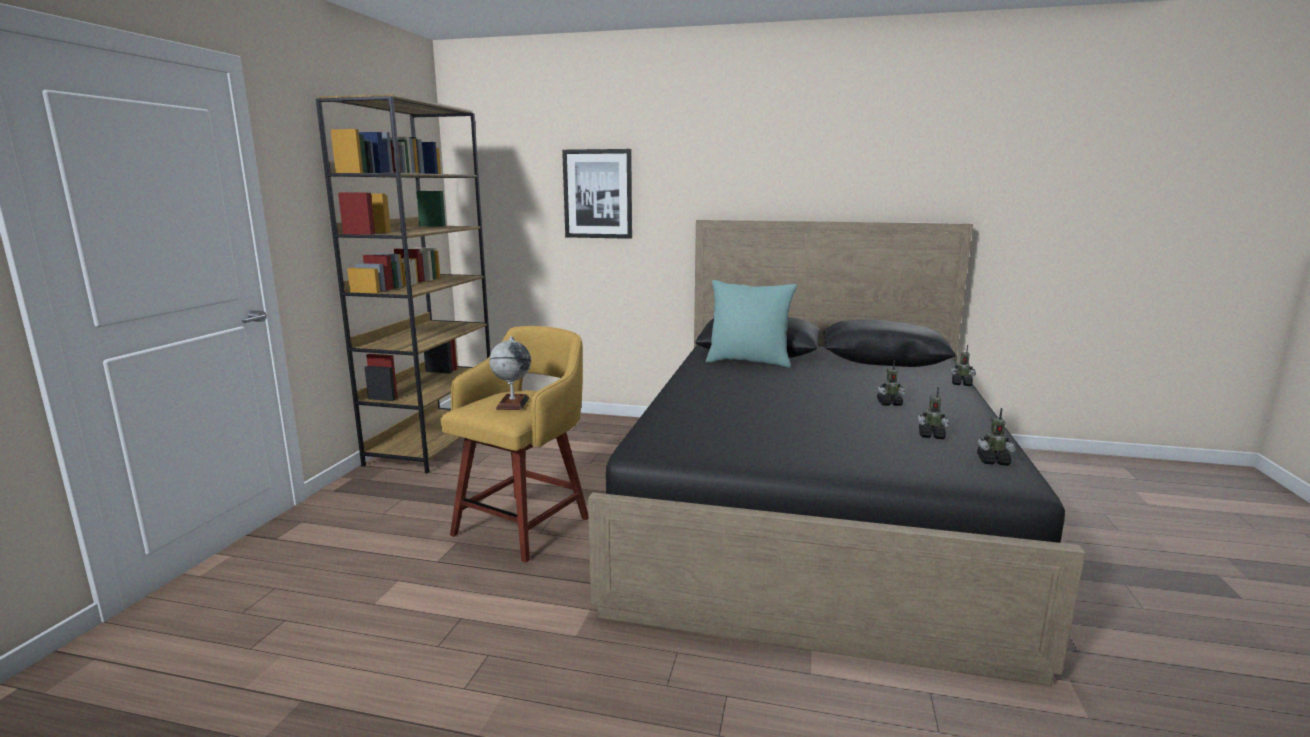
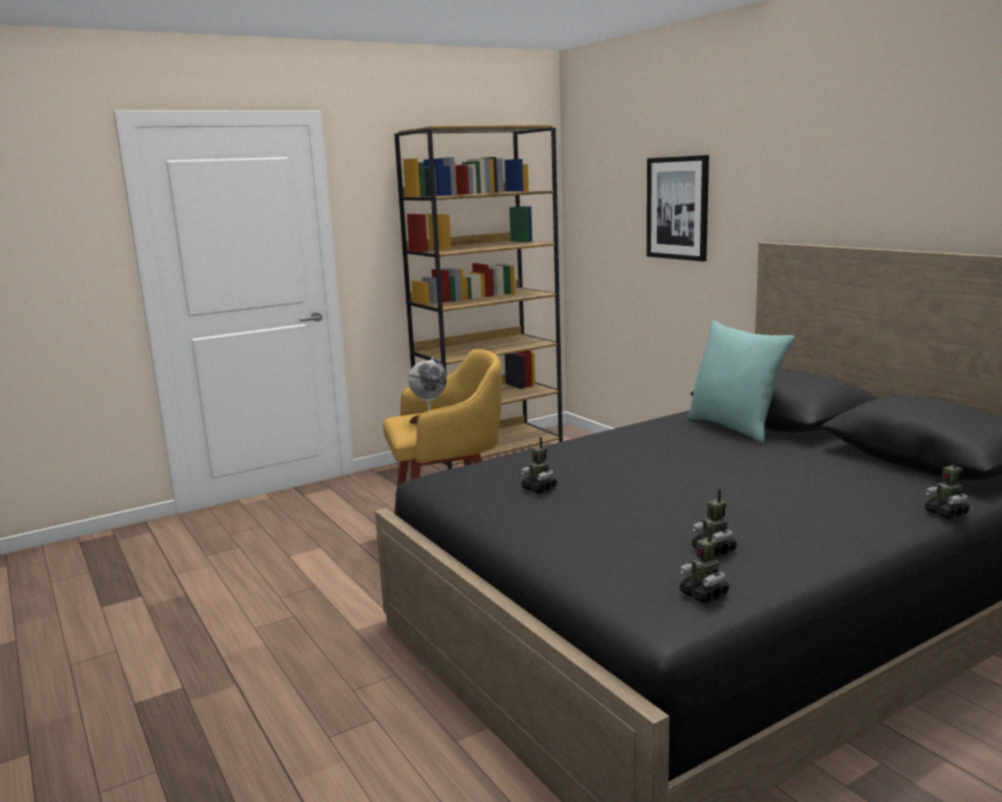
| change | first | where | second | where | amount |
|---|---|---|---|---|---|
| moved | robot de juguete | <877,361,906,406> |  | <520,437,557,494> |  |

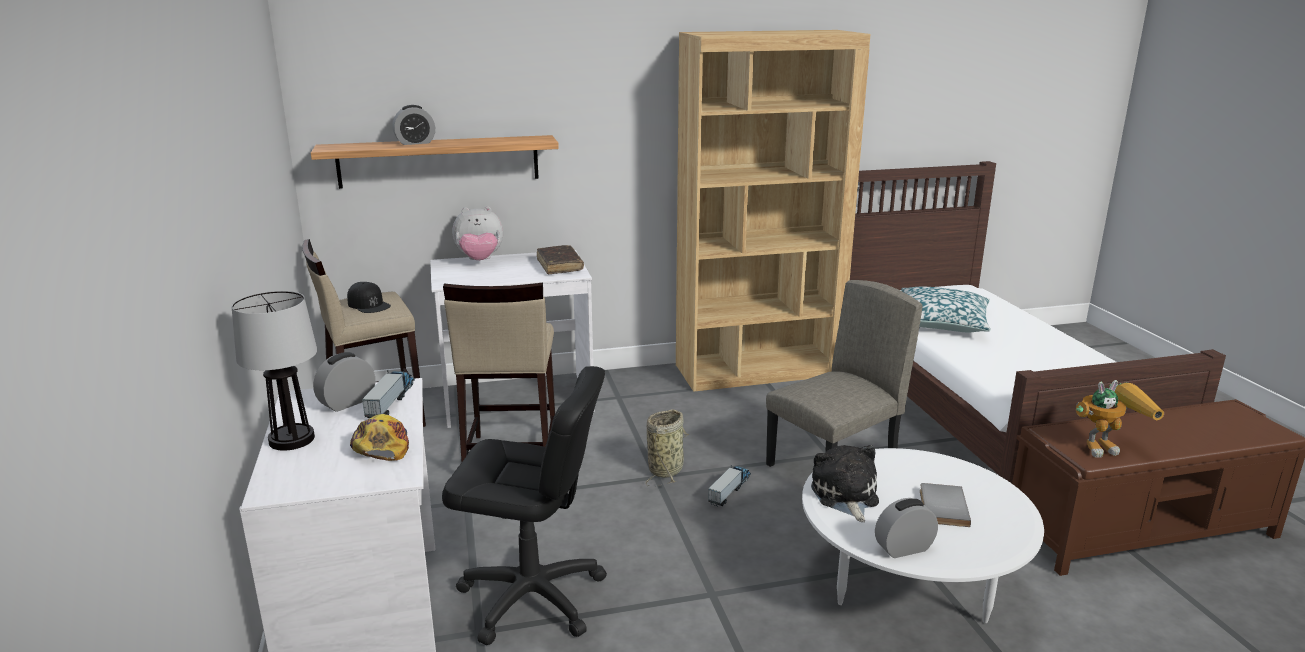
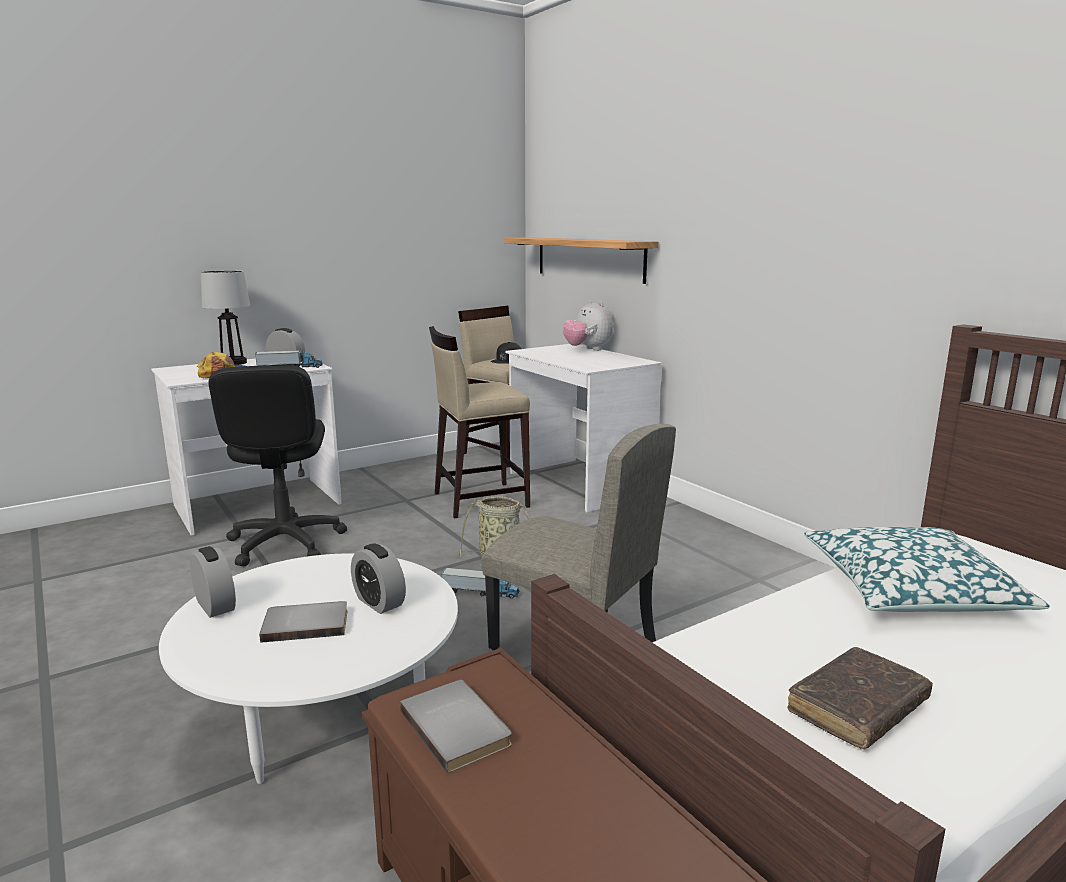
| change | first | where | second | where | amount |
|---|---|---|---|---|---|
| moved | despertador | <392,105,435,145> |  | <351,543,406,614> |  |
| replaced | robot de juguete | <1076,380,1164,458> | libro (gris) | <400,680,512,774> |  |
| moved | libro (marrón) | <537,245,584,275> |  | <788,647,933,749> |  |
| removed | estantería (marrón) | <676,30,870,392> |  |  |  |
| removed | peluche | <811,445,879,522> |  |  |  |

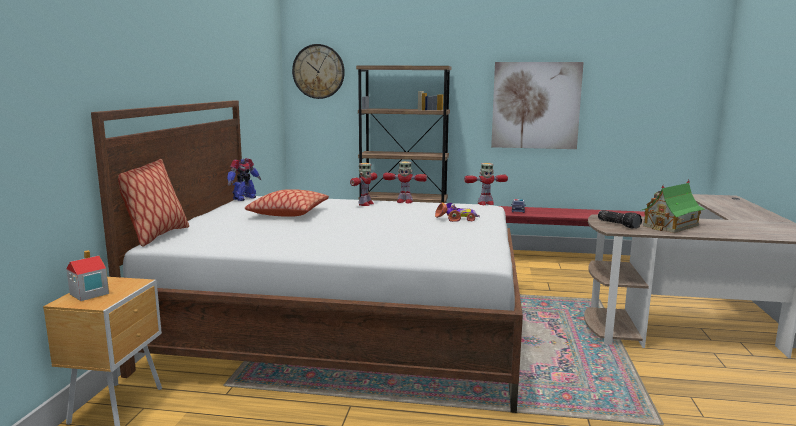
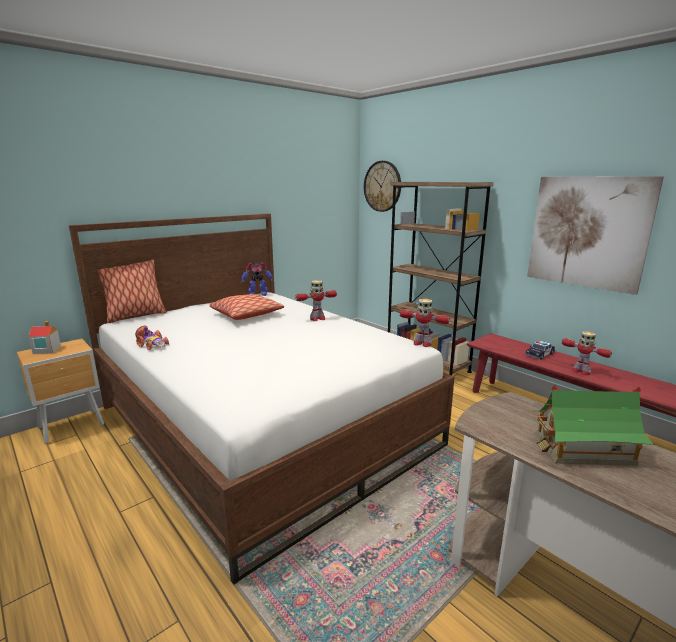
| change | first | where | second | where | amount |
|---|---|---|---|---|---|
| moved | coche de juguete | <435,203,480,222> |  | <135,325,169,351> |  |
| moved | robot de juguete | <383,161,427,203> |  | <562,331,612,376> |  |
| removed | linterna | <598,210,642,229> |  |  |  |

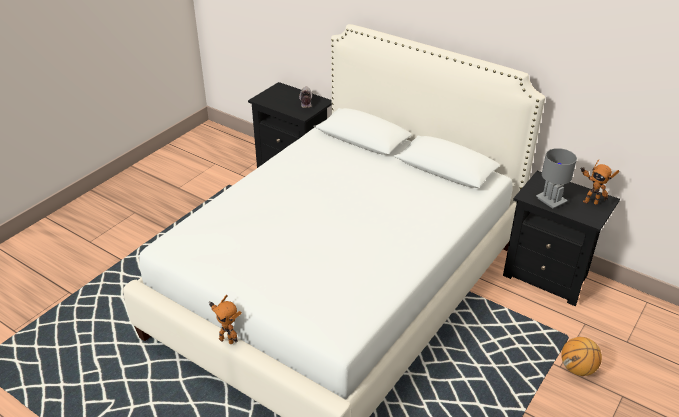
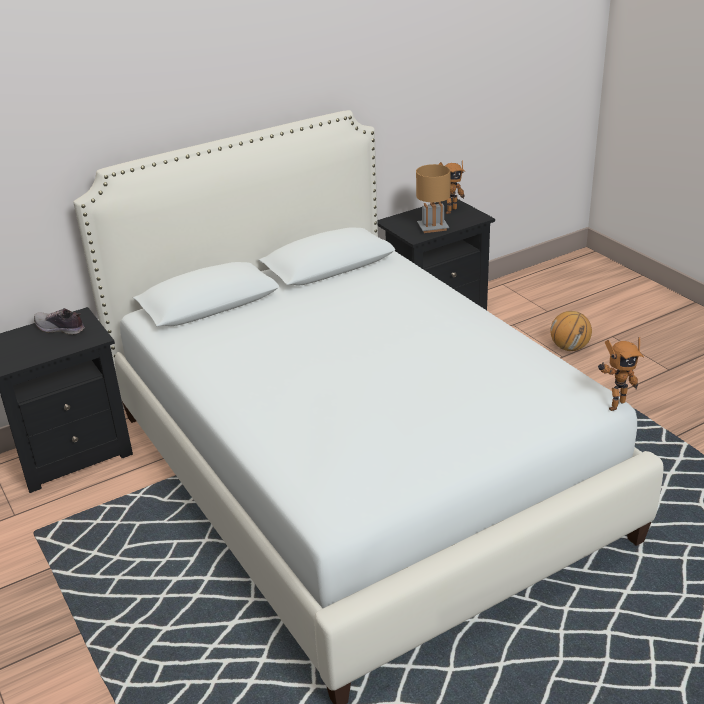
| change | first | where | second | where | amount |
|---|---|---|---|---|---|
| recoloured | lámpara de mesa (gris) | <536,148,577,208> | lámpara de mesa (marrón) | <416,164,451,233> |  |
| moved | robot de juguete | <208,295,242,344> |  | <598,337,644,411> |  |

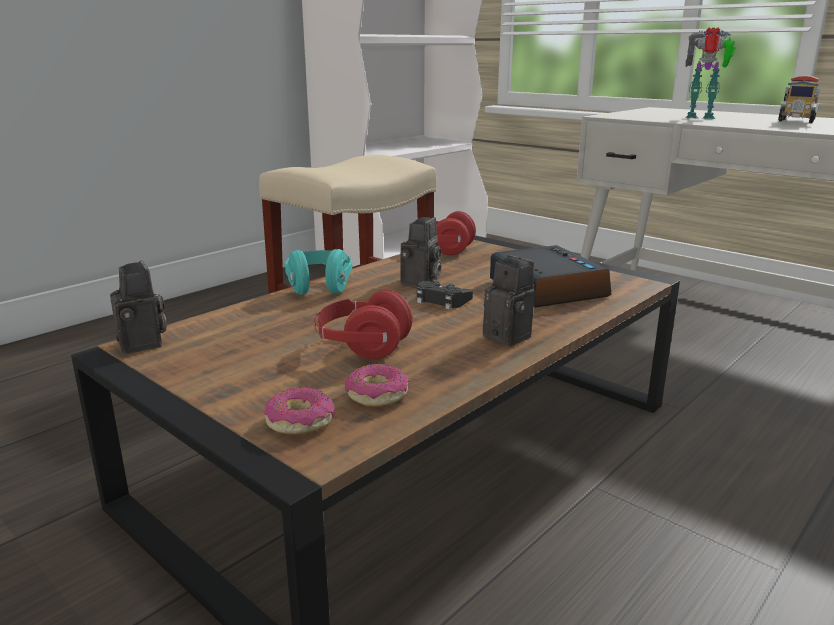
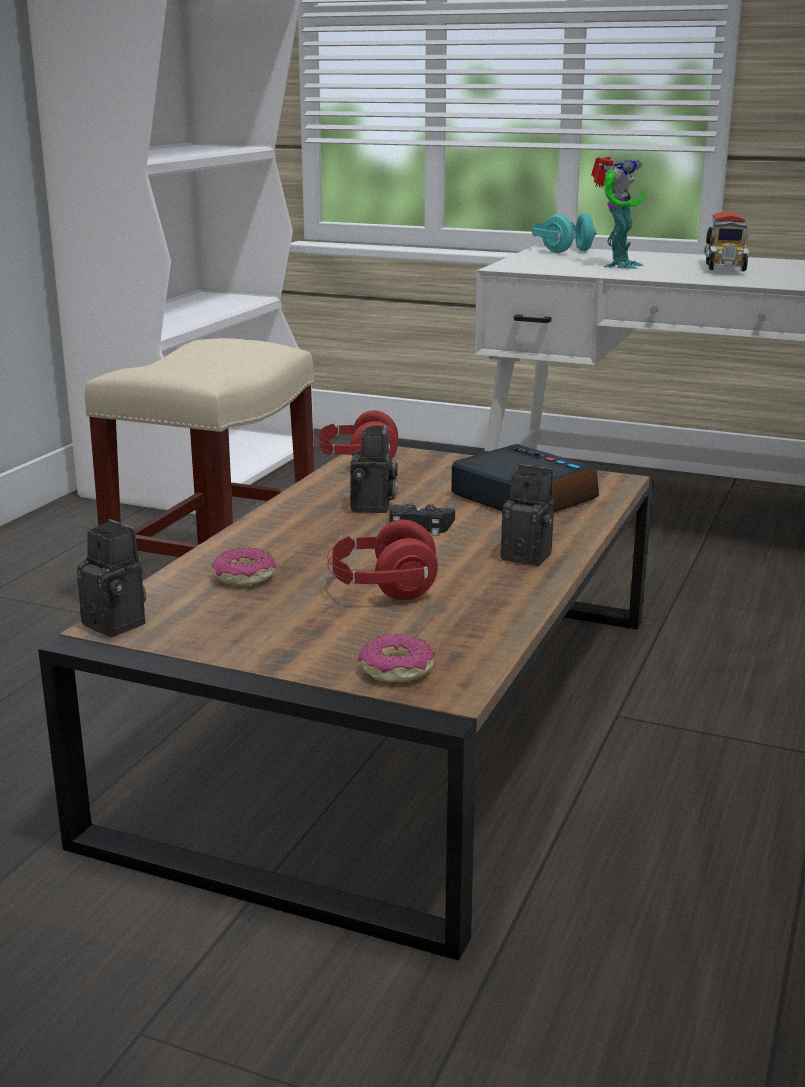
| change | first | where | second | where | amount |
|---|---|---|---|---|---|
| moved | rosquilla | <345,364,409,406> |  | <212,547,276,585> |  |
| moved | auriculares (turquesa) | <285,249,352,295> |  | <532,213,596,253> |  |
| turned | robot de juguete | <685,27,736,119> |  | <591,157,646,269> | 120 degrees clockwise |

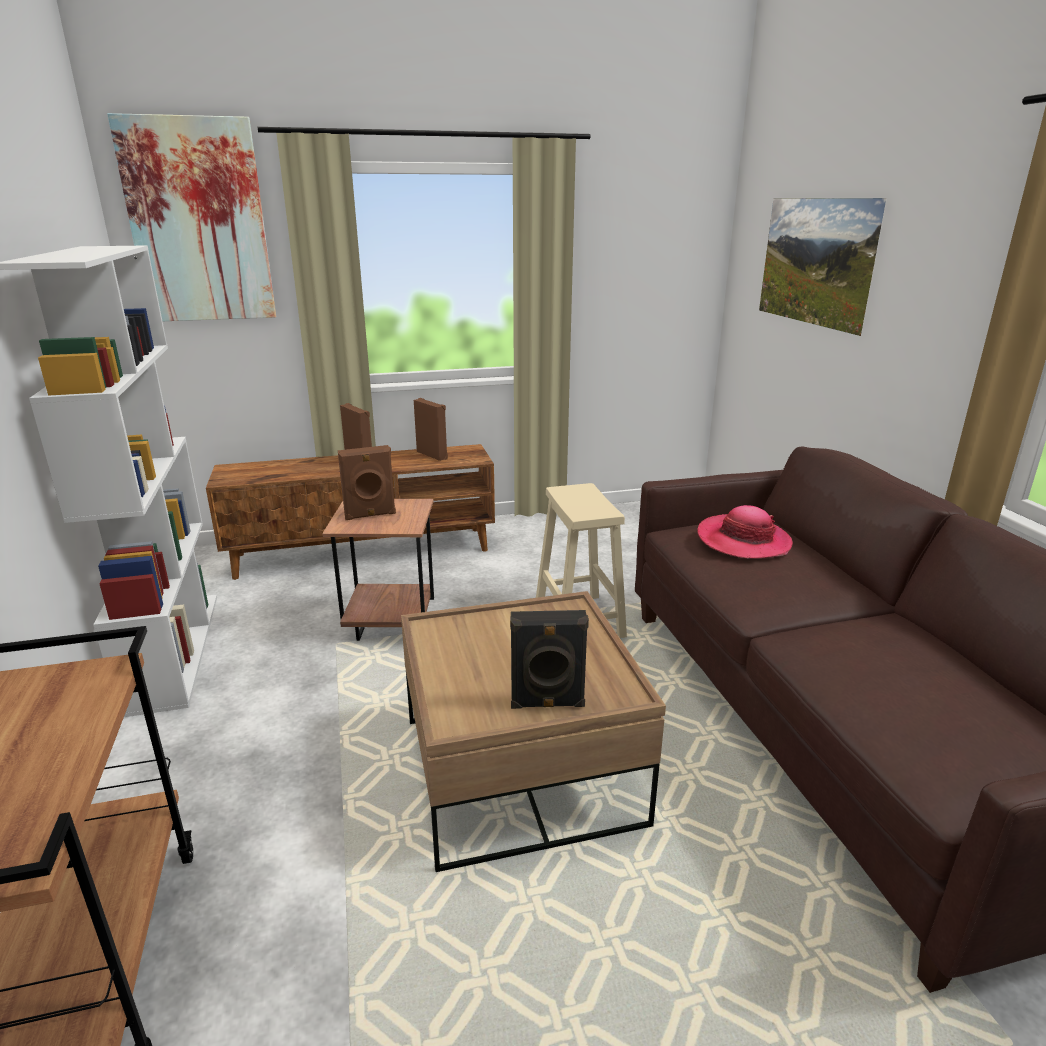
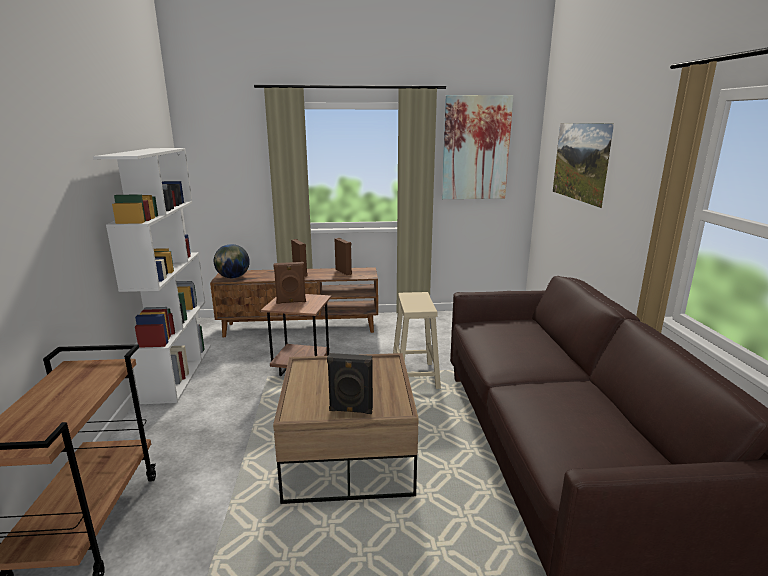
| change | first | where | second | where | amount |
|---|---|---|---|---|---|
| added |  |  | globo terráqueo | <214,244,250,278> |  |
| moved | cuadro | <107,113,276,321> |  | <442,95,514,199> |  |
| removed | sombrero | <697,505,793,559> |  |  |  |

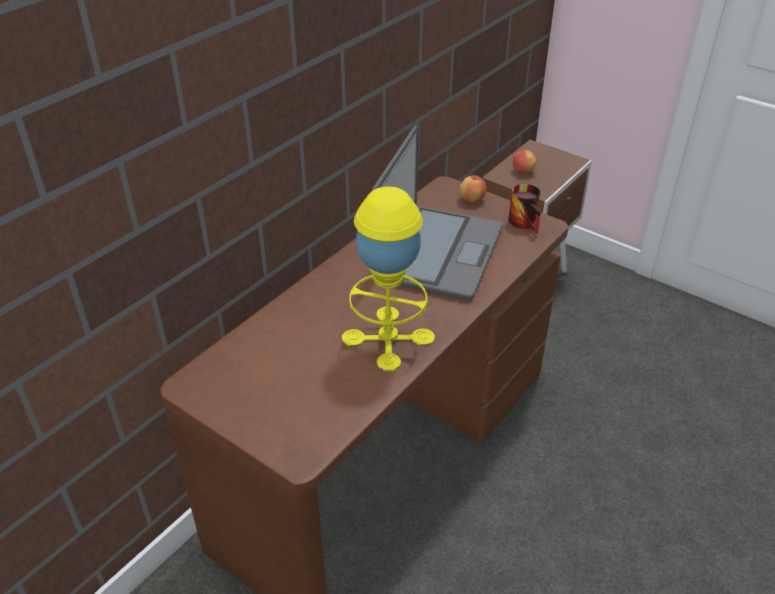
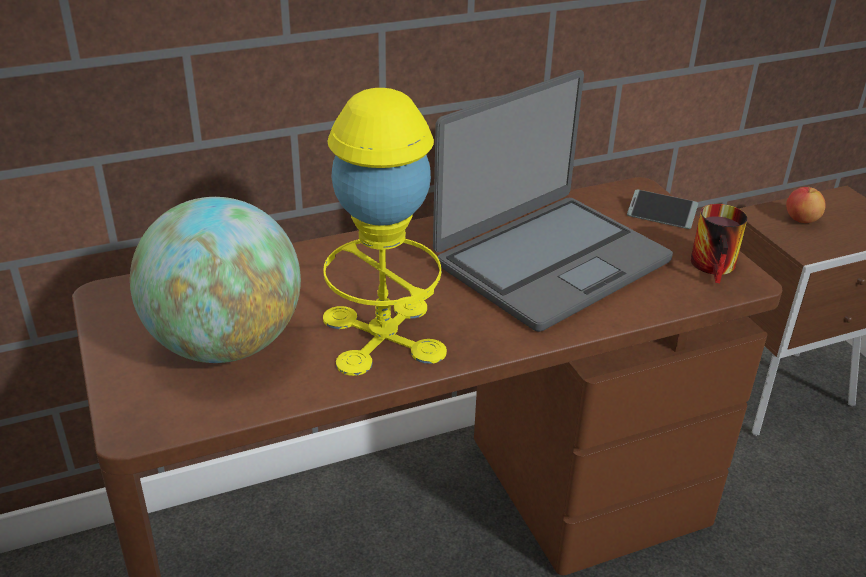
| change | first | where | second | where | amount |
|---|---|---|---|---|---|
| added |  |  | globo terráqueo | <130,197,301,363> |  |
| replaced | manzana | <459,175,486,202> | móvil | <627,189,698,229> |  |

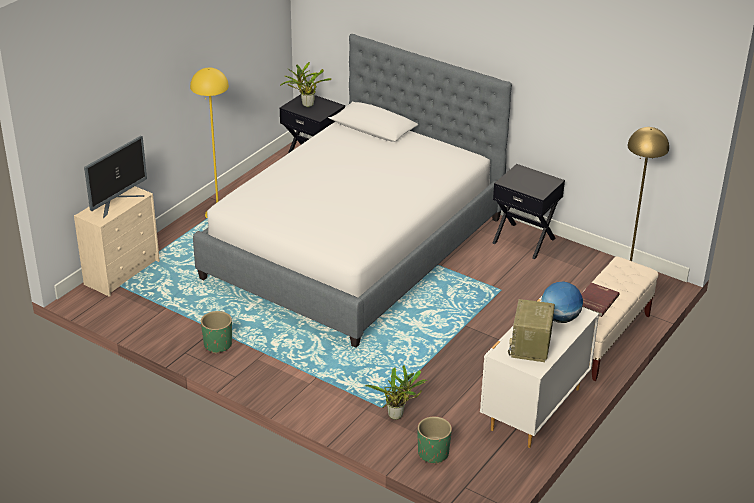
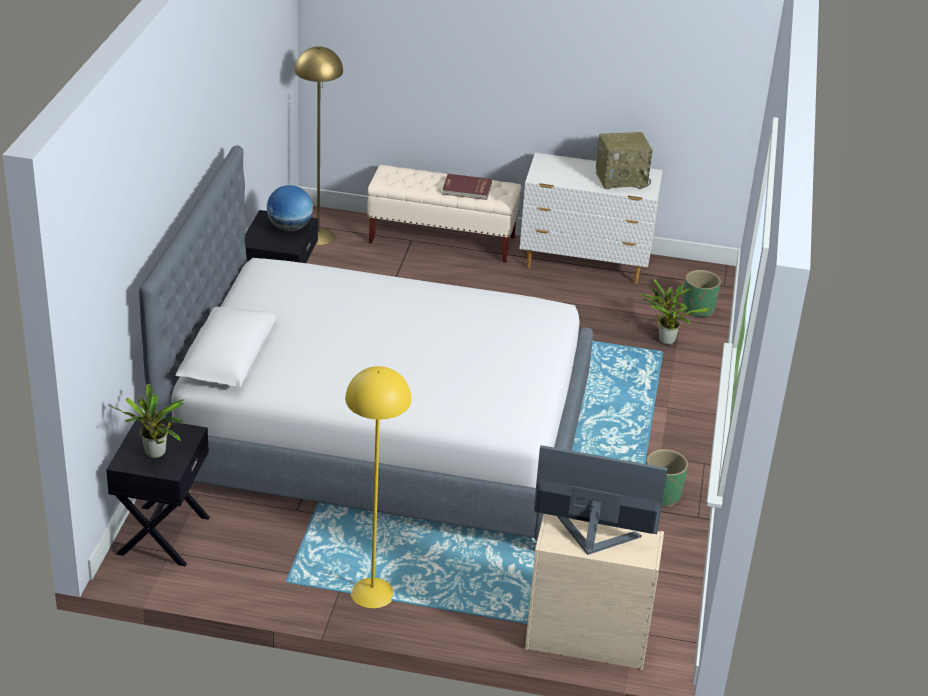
| change | first | where | second | where | amount |
|---|---|---|---|---|---|
| moved | globo terráqueo | <541,281,583,323> |  | <267,185,313,231> |  |

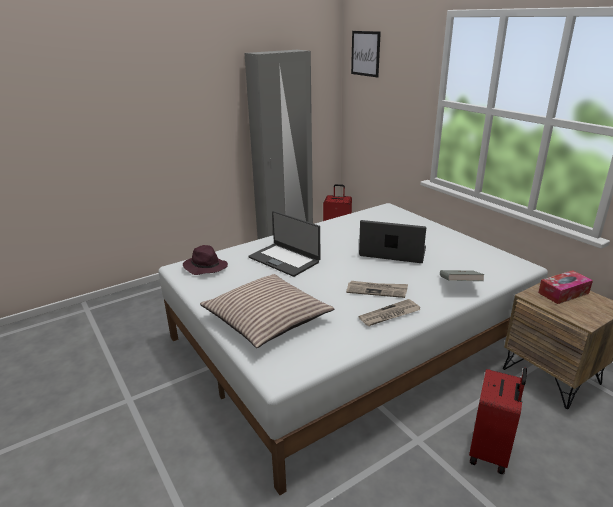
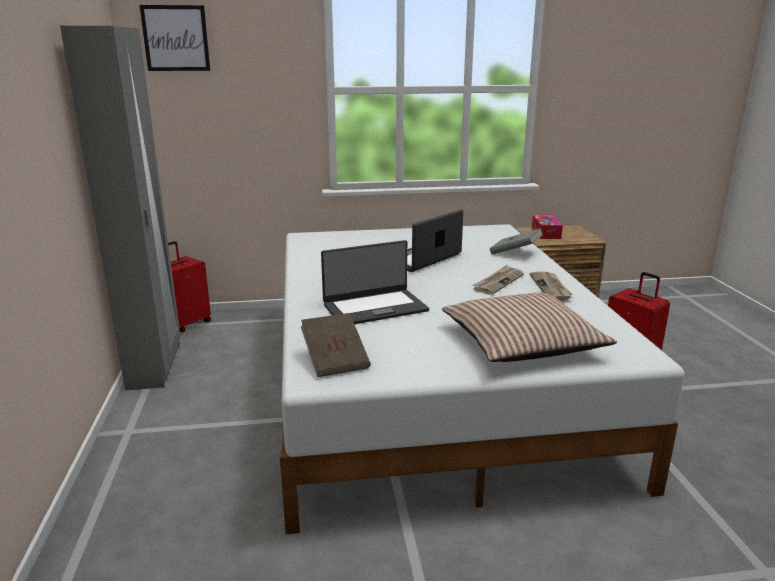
| change | first | where | second | where | amount |
|---|---|---|---|---|---|
| replaced | sombrero (morado) | <183,245,228,275> | libro (marrón) | <301,313,371,377> |  |

